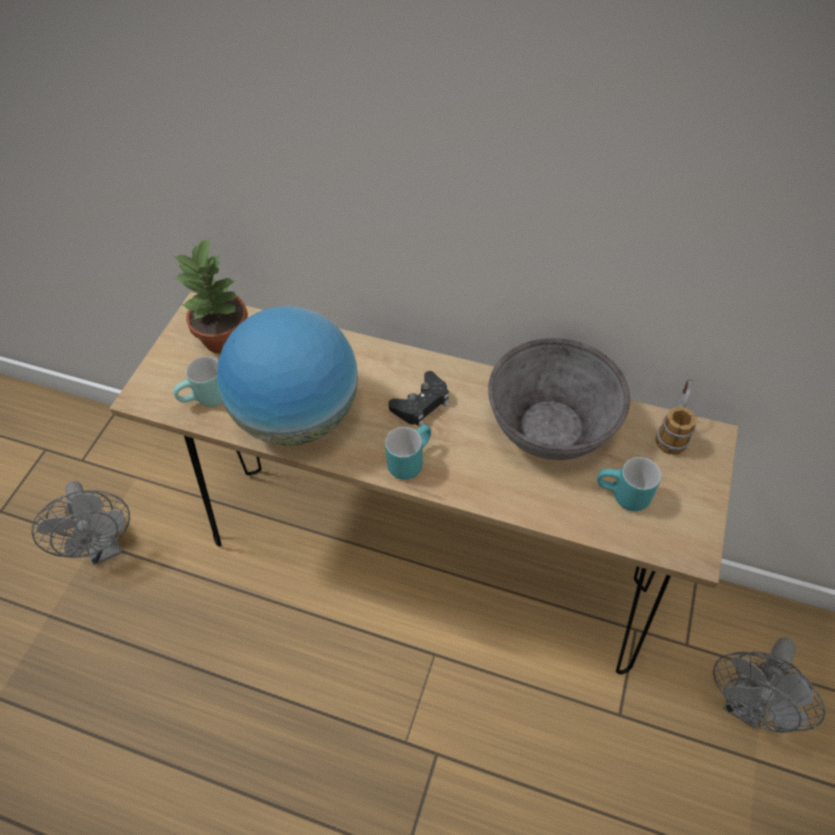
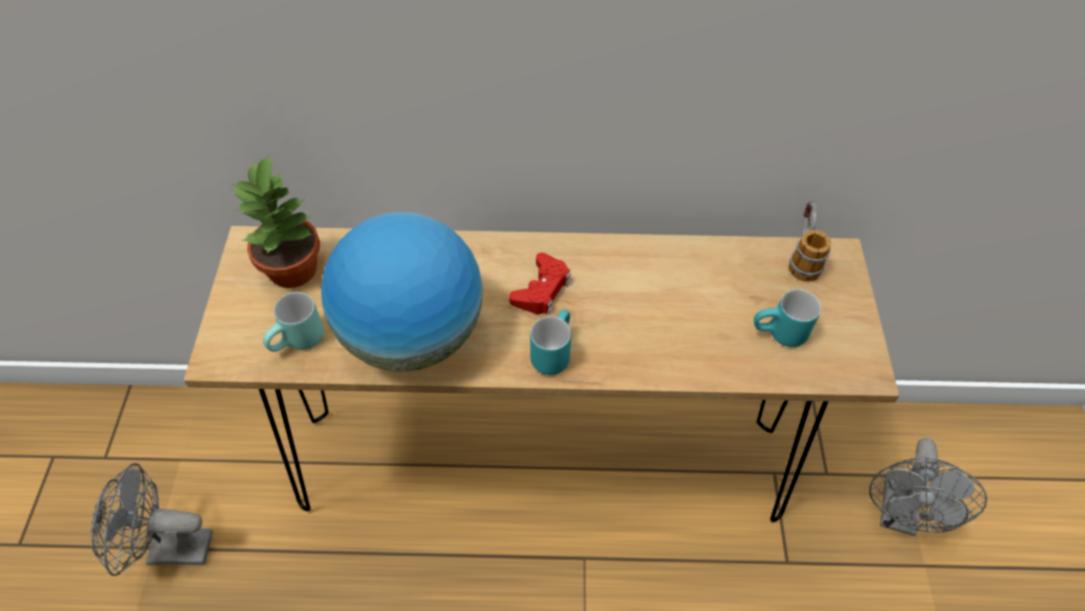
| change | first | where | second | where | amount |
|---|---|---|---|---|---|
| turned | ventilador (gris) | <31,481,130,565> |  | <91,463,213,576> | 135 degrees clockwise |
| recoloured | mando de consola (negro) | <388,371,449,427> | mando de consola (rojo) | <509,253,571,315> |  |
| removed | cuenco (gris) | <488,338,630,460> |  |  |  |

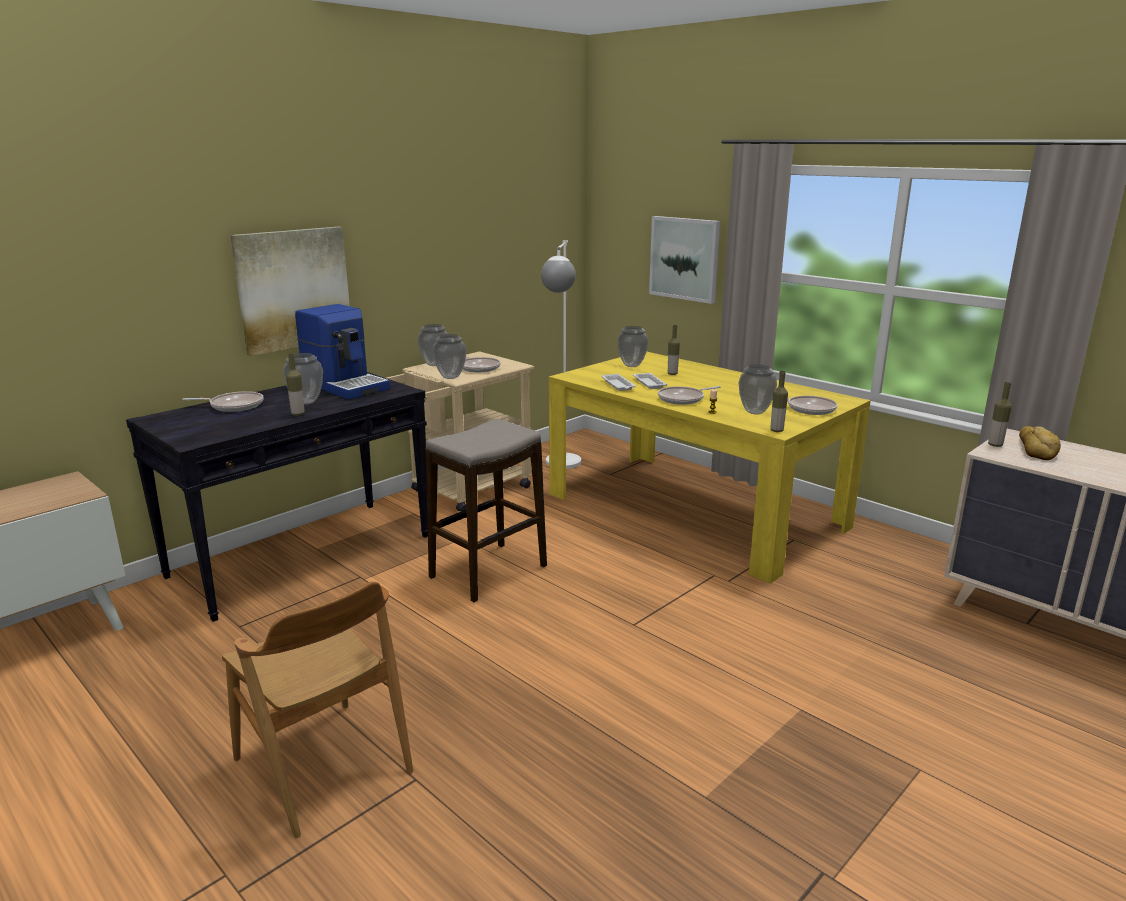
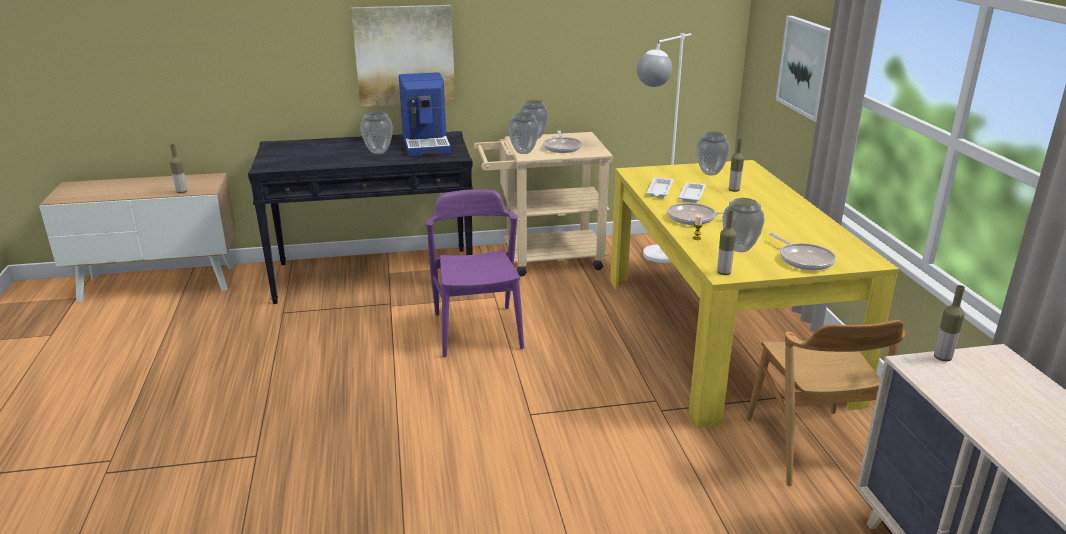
| change | first | where | second | where | amount |
|---|---|---|---|---|---|
| moved | botella | <286,353,305,416> |  | <170,144,187,193> |  |
| replaced | taburete | <426,419,547,602> | silla (morado) | <426,189,524,357> |  |
| moved | silla (marrón) | <222,582,413,838> |  | <746,320,906,486> |  |
| removed | sartén | <182,391,263,412> |  |  |  |
| removed | pan | <1019,426,1061,460> |  |  |  |

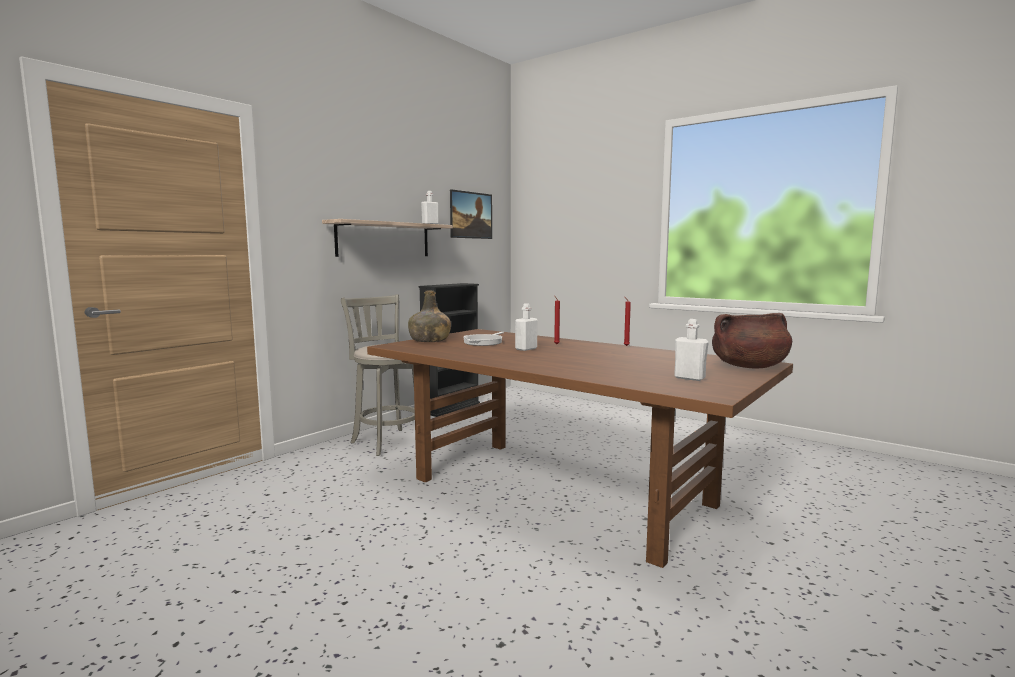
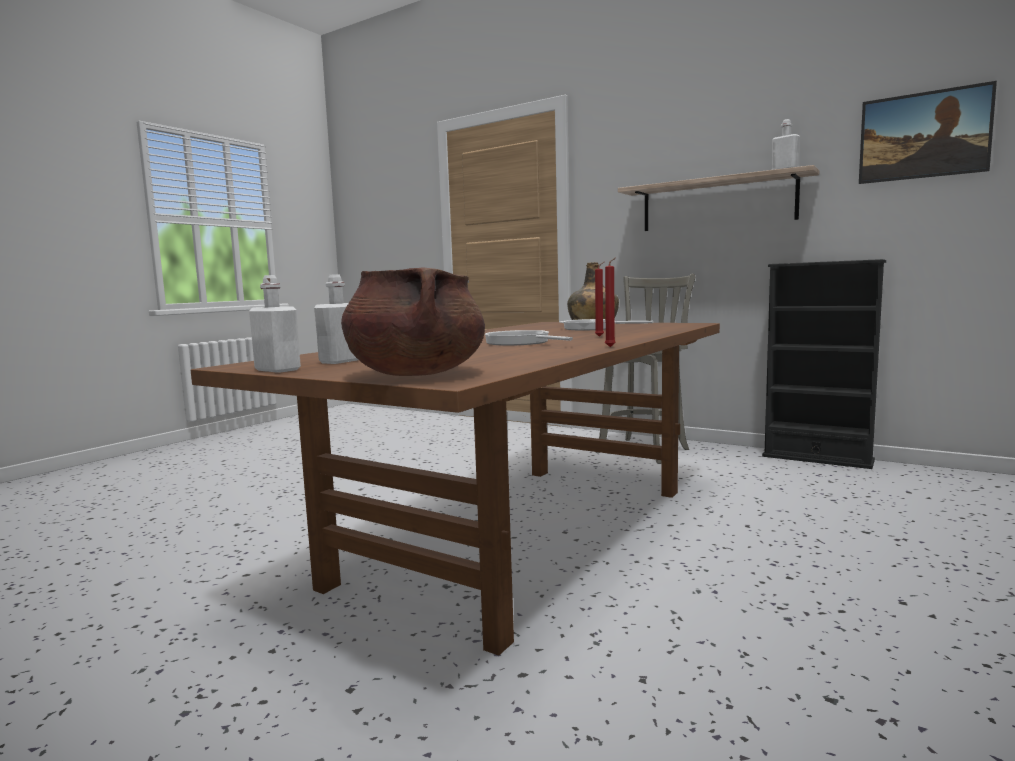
| change | first | where | second | where | amount |
|---|---|---|---|---|---|
| moved | botella (blanco) | <515,303,538,351> |  | <249,275,301,373> |  |
| added |  |  | sartén | <485,330,573,346> |  |

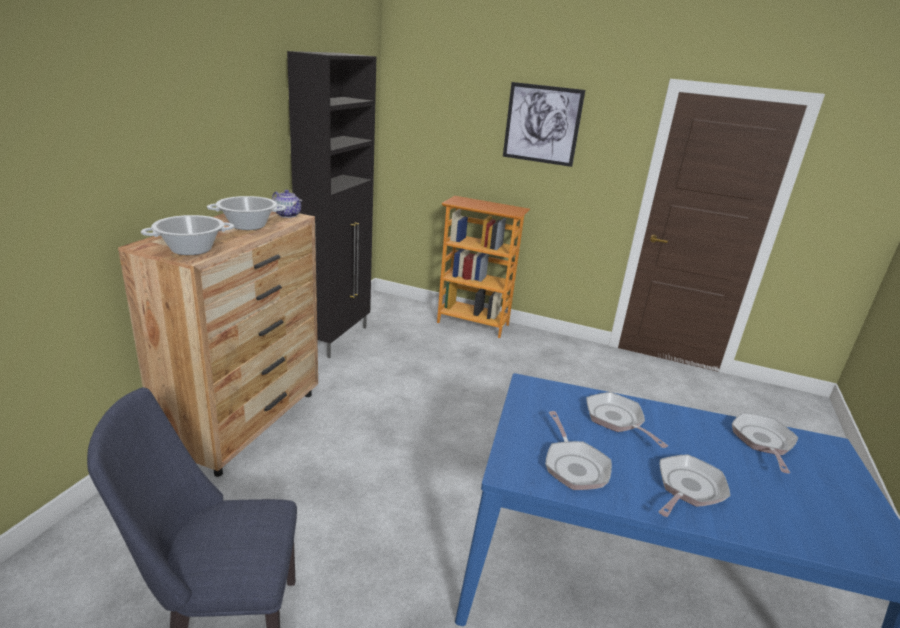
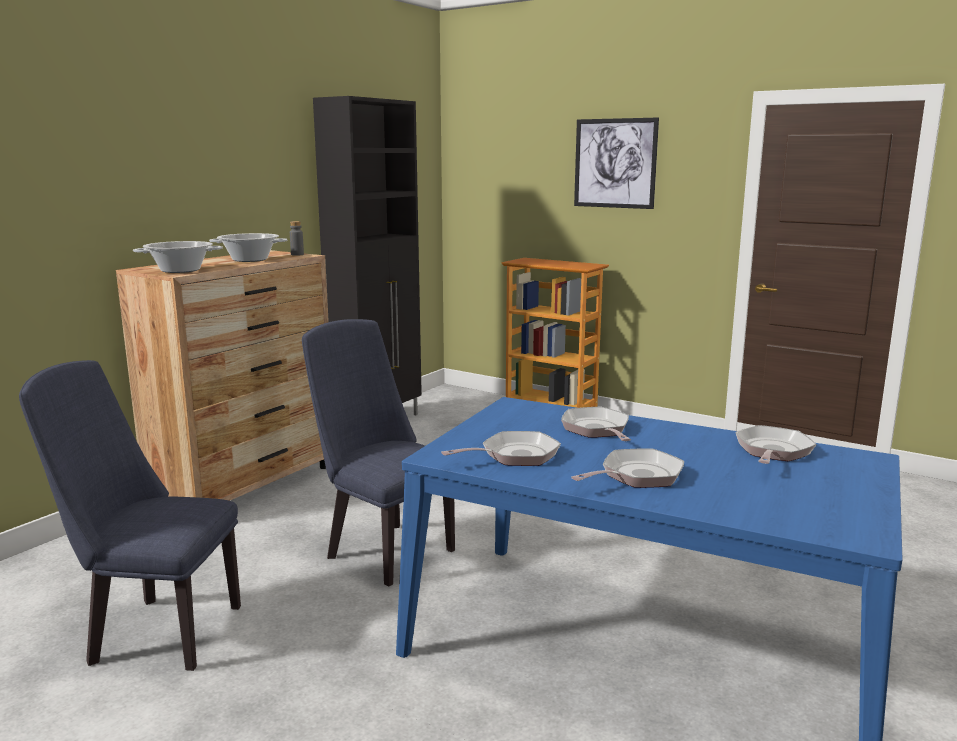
| change | first | where | second | where | amount |
|---|---|---|---|---|---|
| replaced | tetera | <272,190,302,218> | botella (gris) | <290,221,304,256> |  |
| added |  |  | silla (azul) | <302,319,455,587> |  |
| turned | sartén | <545,411,612,490> |  | <441,431,561,466> | 120 degrees counterclockwise |

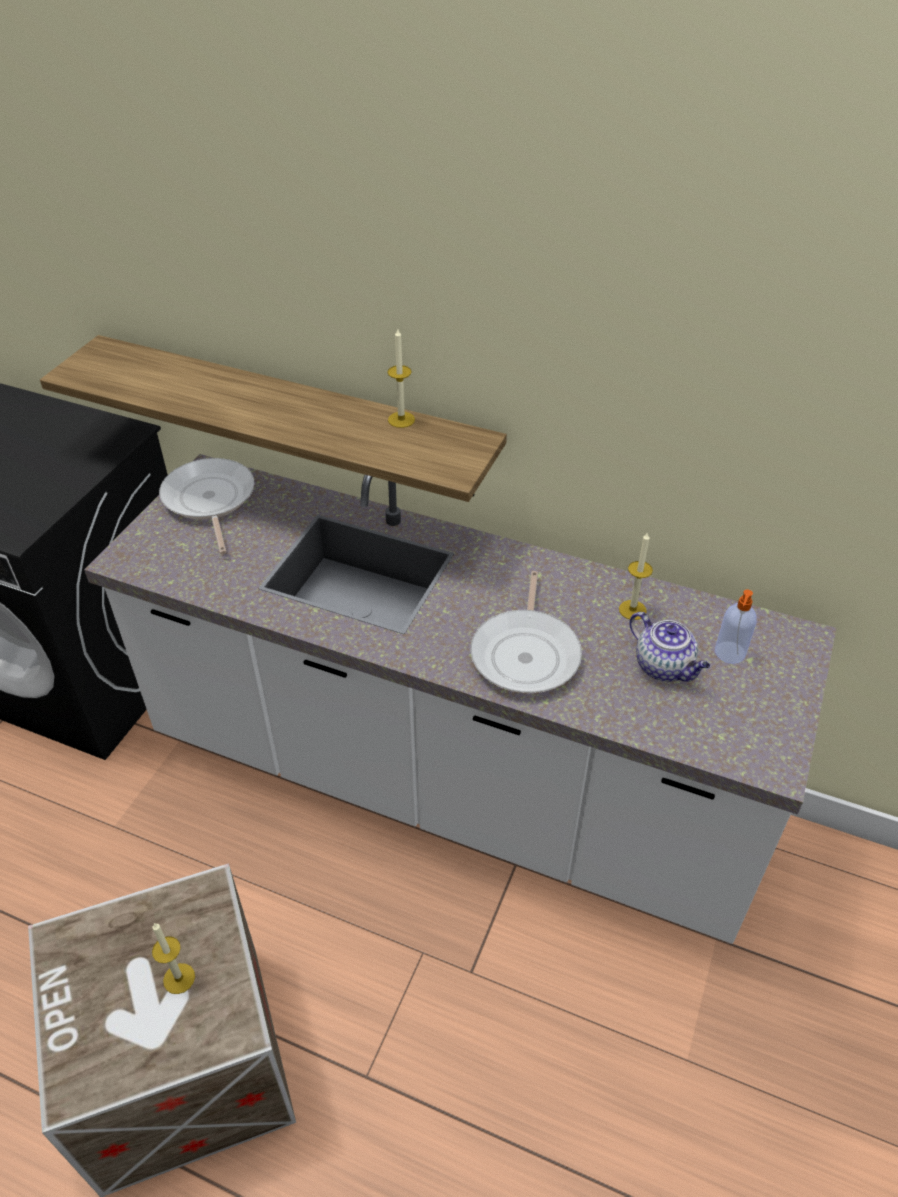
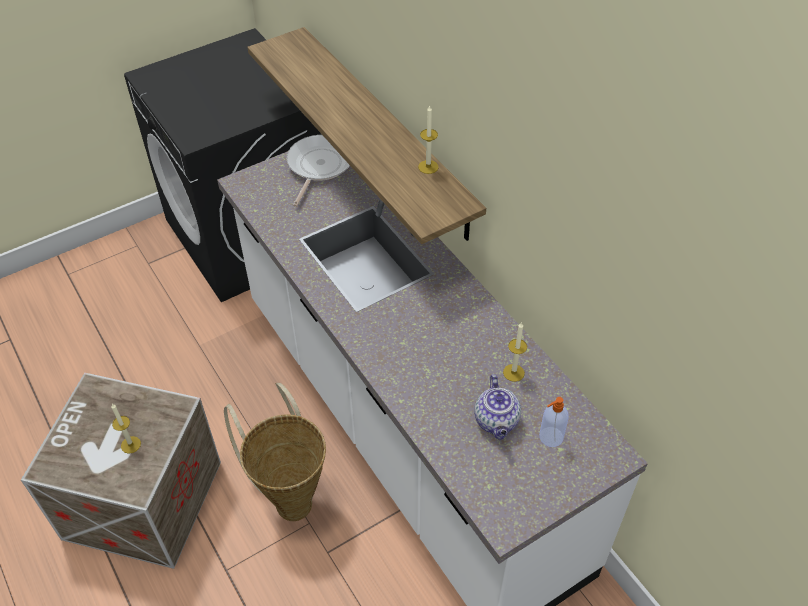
| change | first | where | second | where | amount |
|---|---|---|---|---|---|
| added |  |  | cesta | <224,383,326,521> |  |
| removed | sartén | <471,571,582,693> |  |  |  |

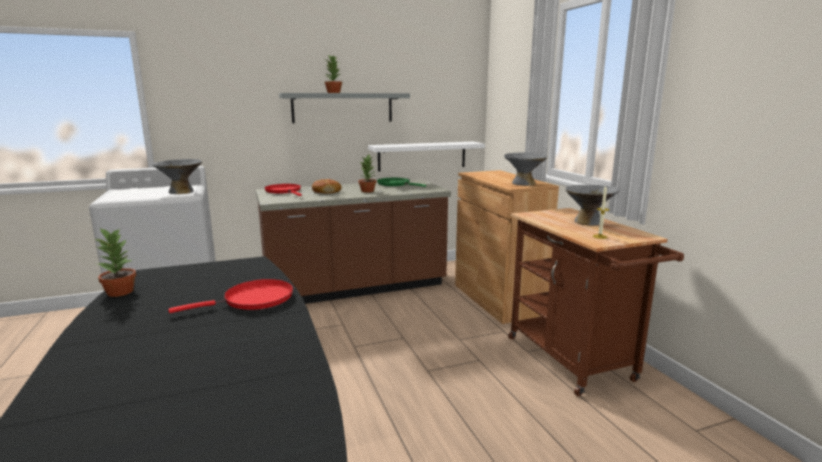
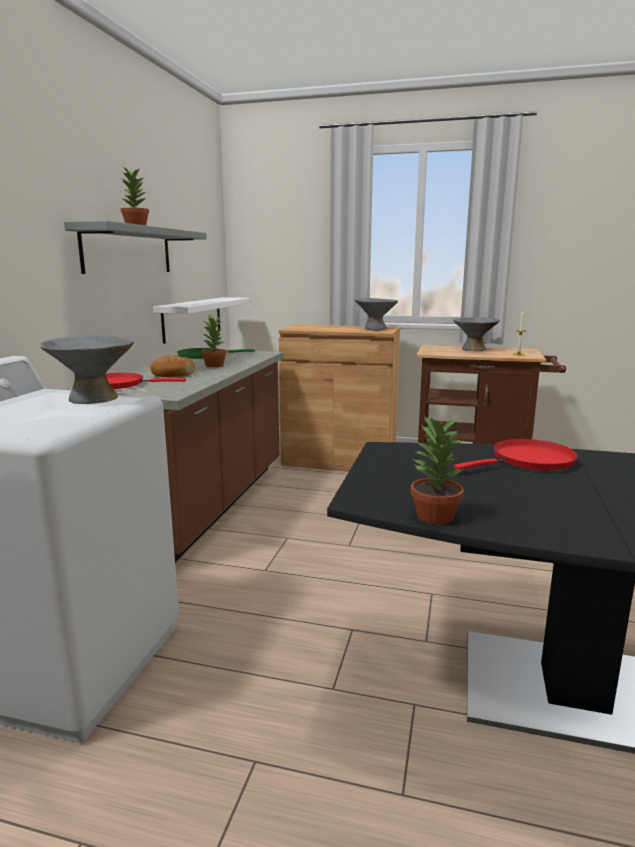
| change | first | where | second | where | amount |
|---|---|---|---|---|---|
| turned | sartén (rojo) | <168,279,293,313> |  | <454,439,578,471> | 60 degrees clockwise |

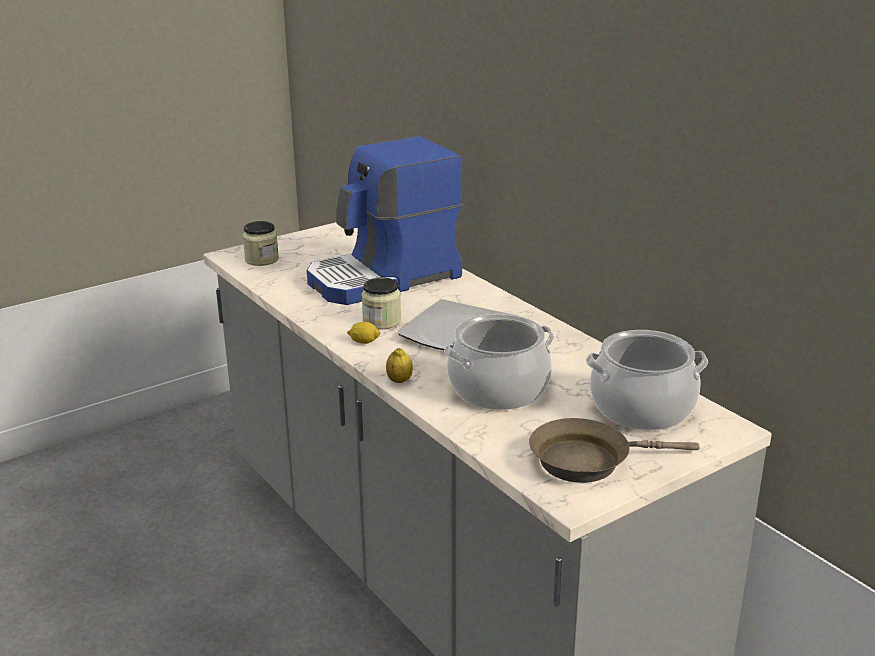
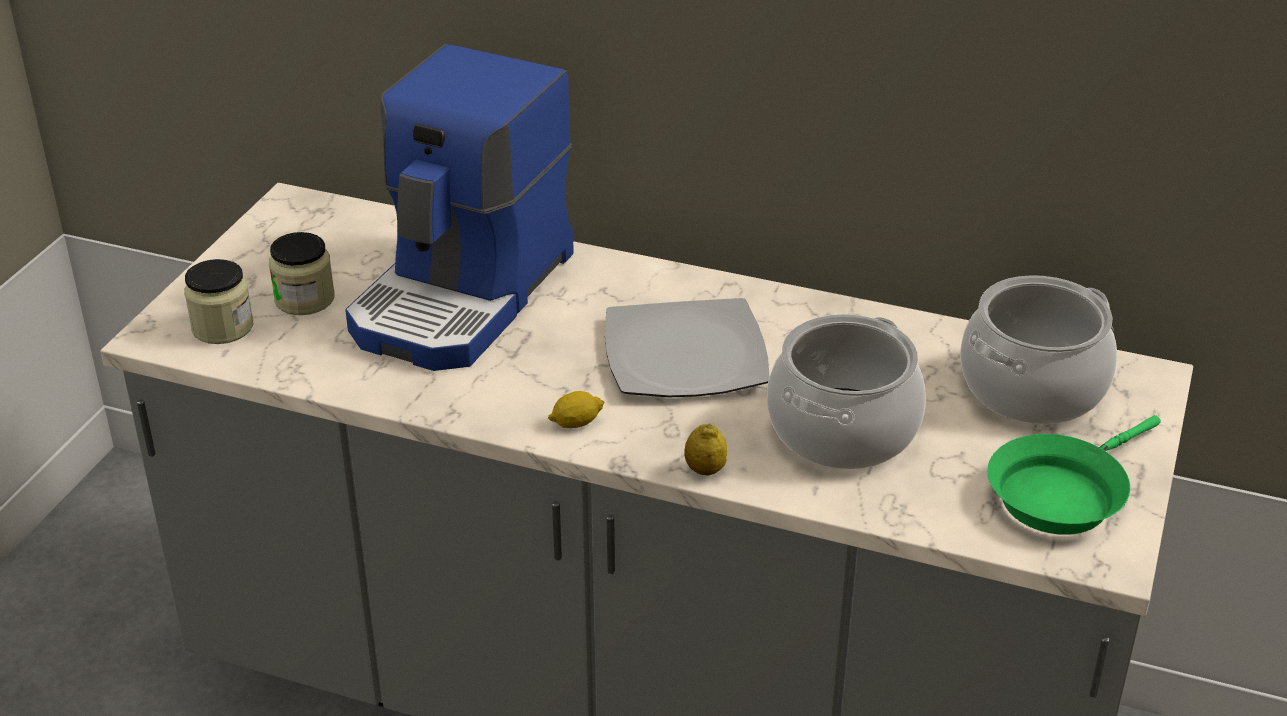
| change | first | where | second | where | amount |
|---|---|---|---|---|---|
| moved | tarro | <362,277,401,330> |  | <269,232,335,315> |  |
| recoloured | sartén (marrón) | <529,418,700,483> | sartén (verde) | <987,415,1161,535> |  |

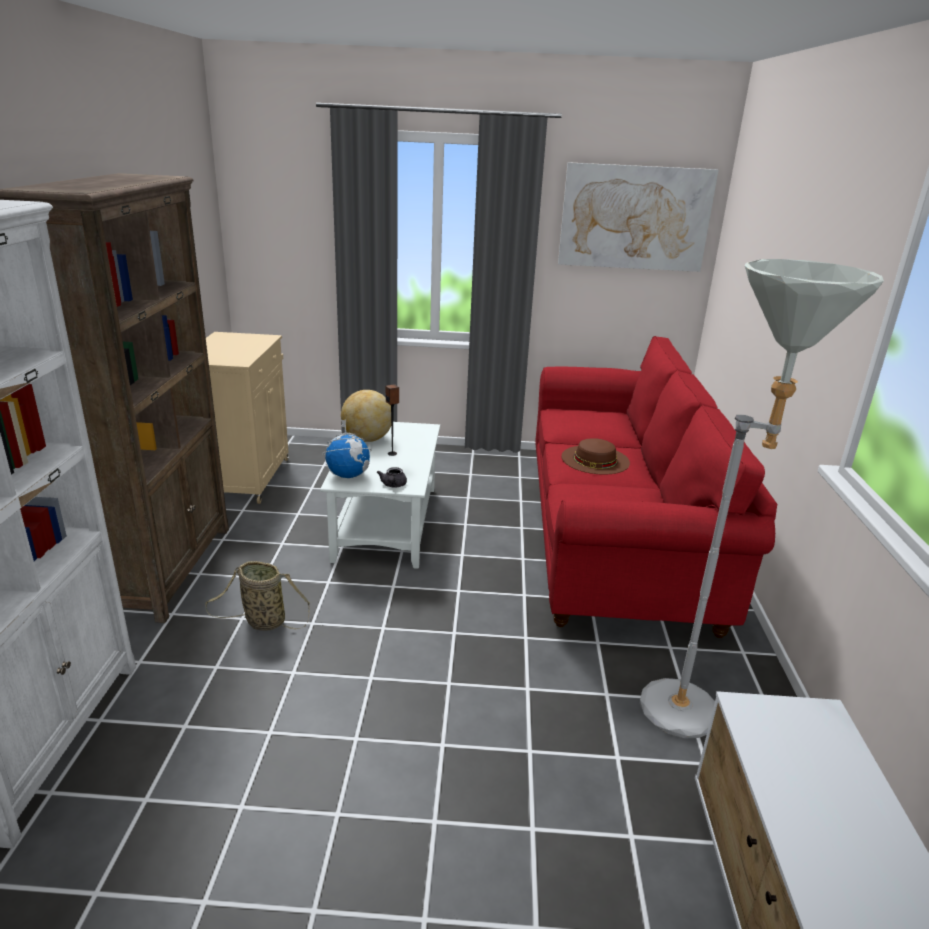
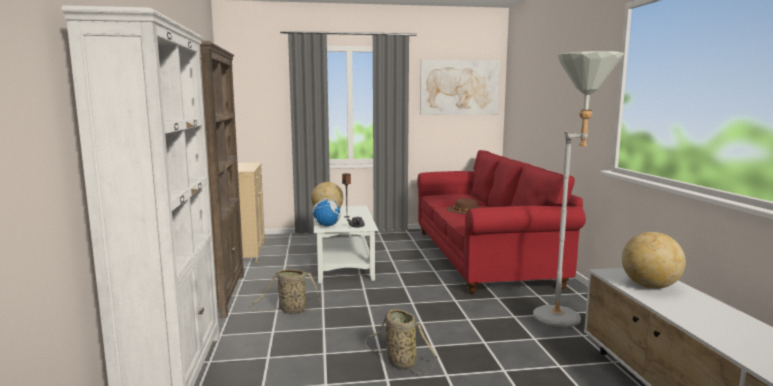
| change | first | where | second | where | amount |
|---|---|---|---|---|---|
| added |  |  | cesta | <365,309,438,374> |  |
| added |  |  | globo terráqueo | <622,232,686,289> |  |

